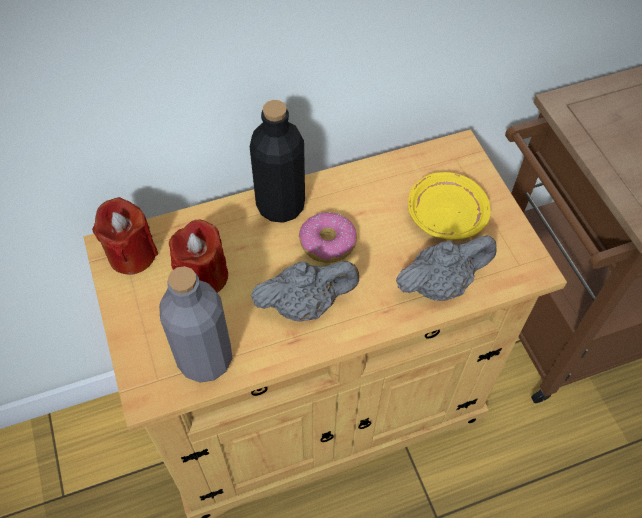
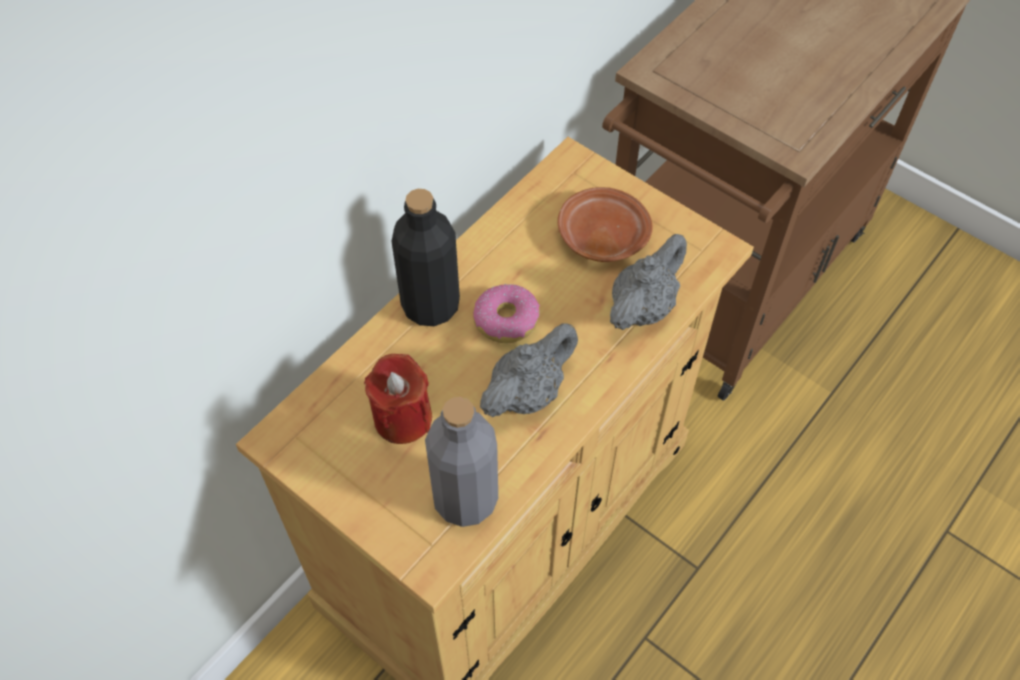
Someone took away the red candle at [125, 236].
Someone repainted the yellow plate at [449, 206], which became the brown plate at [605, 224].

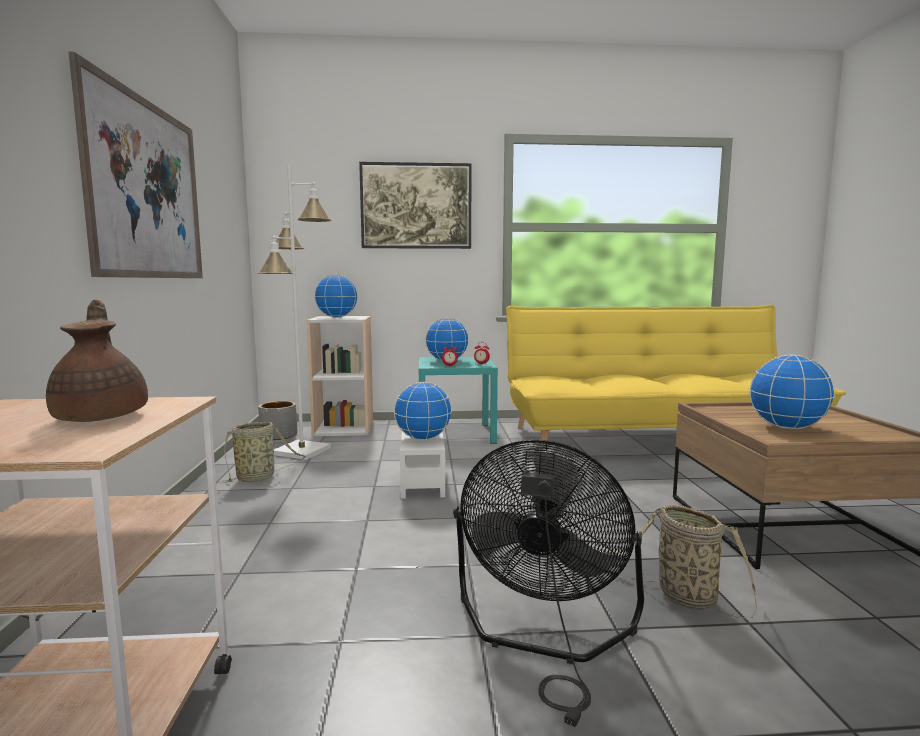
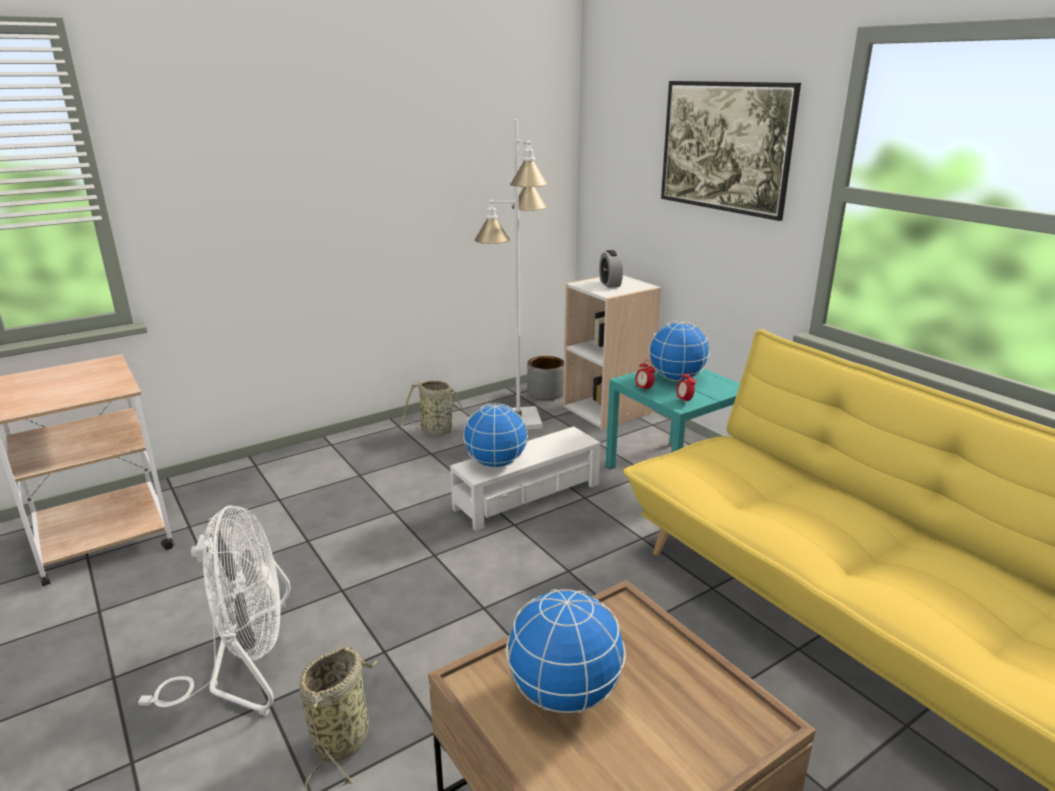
Someone took away the brown teapot at [97, 361].
Someone took away the picture at [136, 165].
Someone swapped the globe at [335, 296] for the alarm clock at [611, 269].
Someone repainted the black fan at [548, 583], which became the white fan at [213, 610].

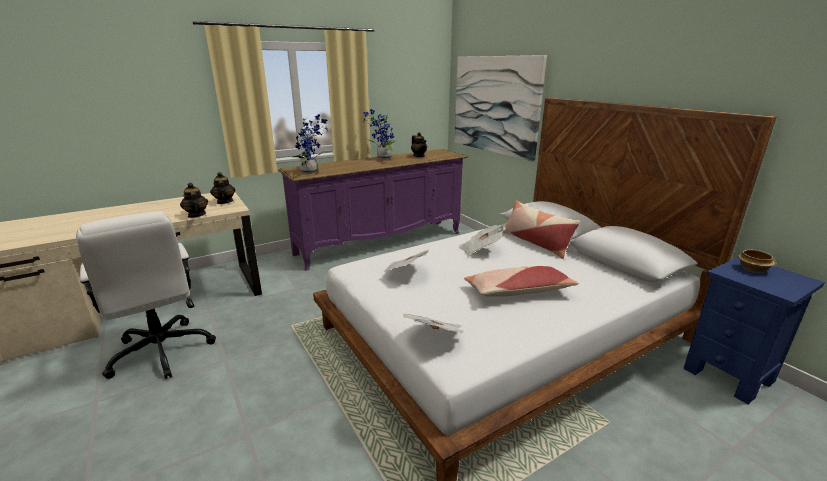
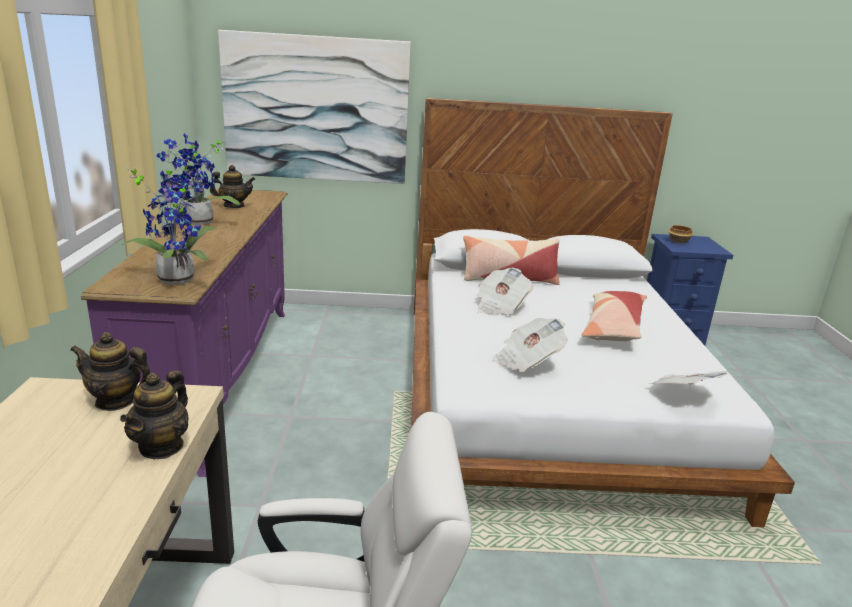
Someone rotated the teapot at [194, 200] by 75 degrees counterclockwise.

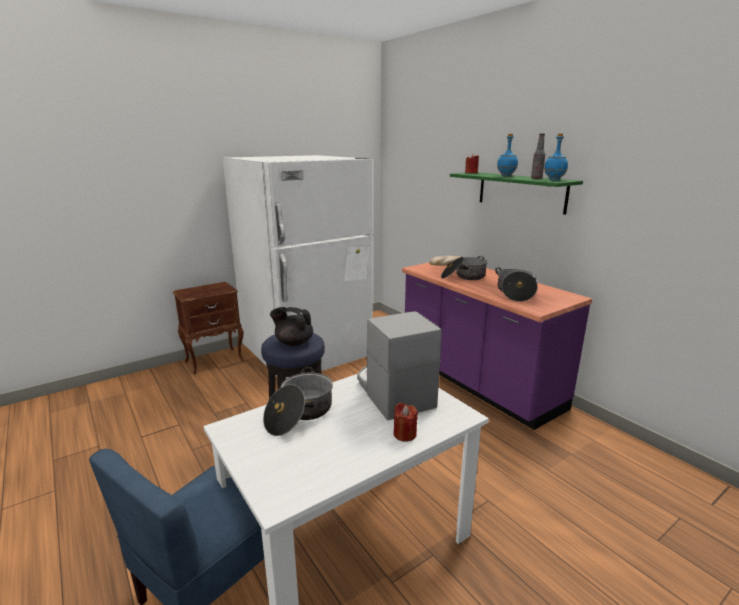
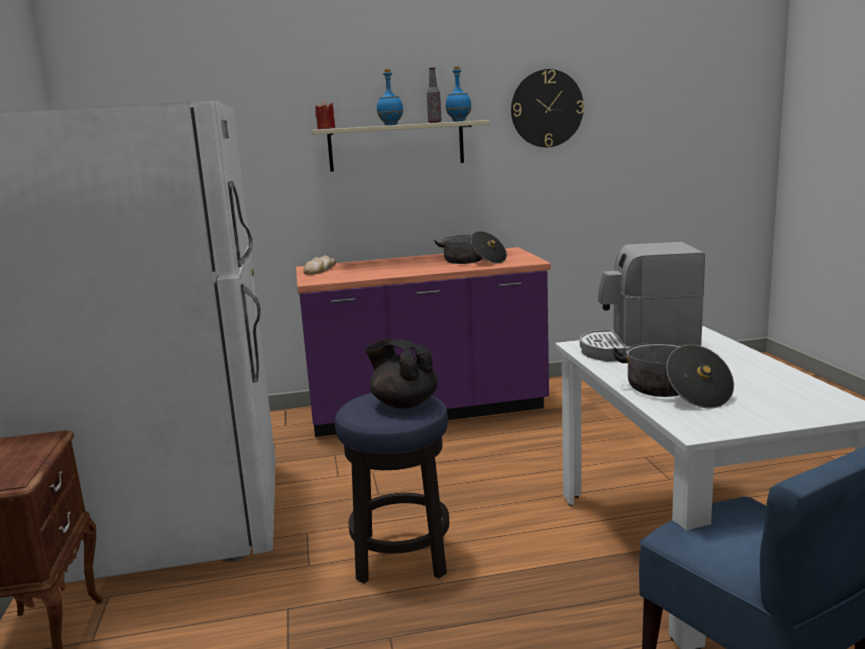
Someone rotated the black teapot at [291, 326] by 90 degrees clockwise.
Someone took away the red candle at [406, 422].
Someone took away the cooking pot at [464, 268].
Someone repainted the green shelf at [516, 193], which became the beige shelf at [400, 146].
Someone put up the wall clock at [547, 108].

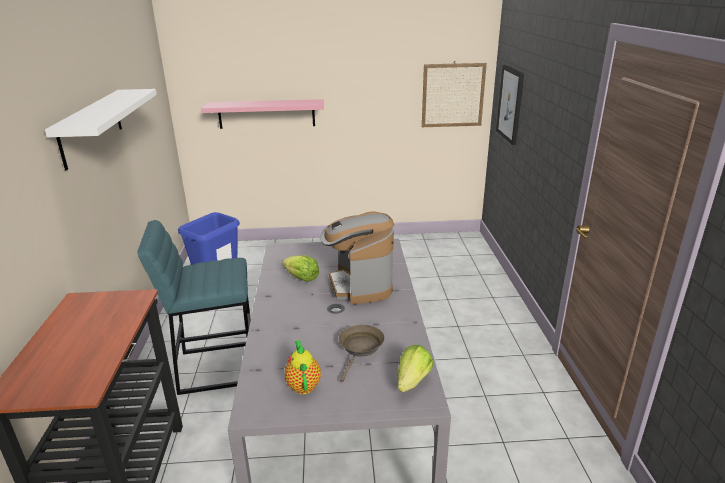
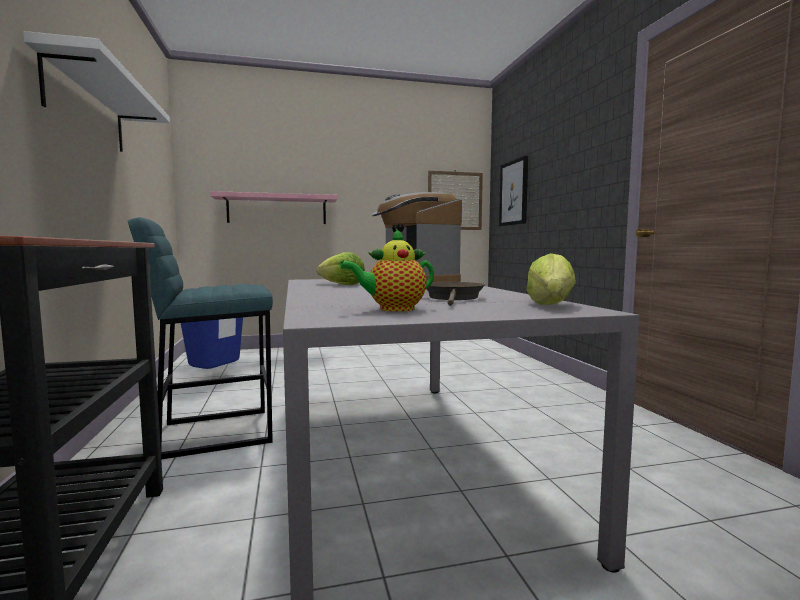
Someone rotated the teapot at [302, 367] by 90 degrees counterclockwise.

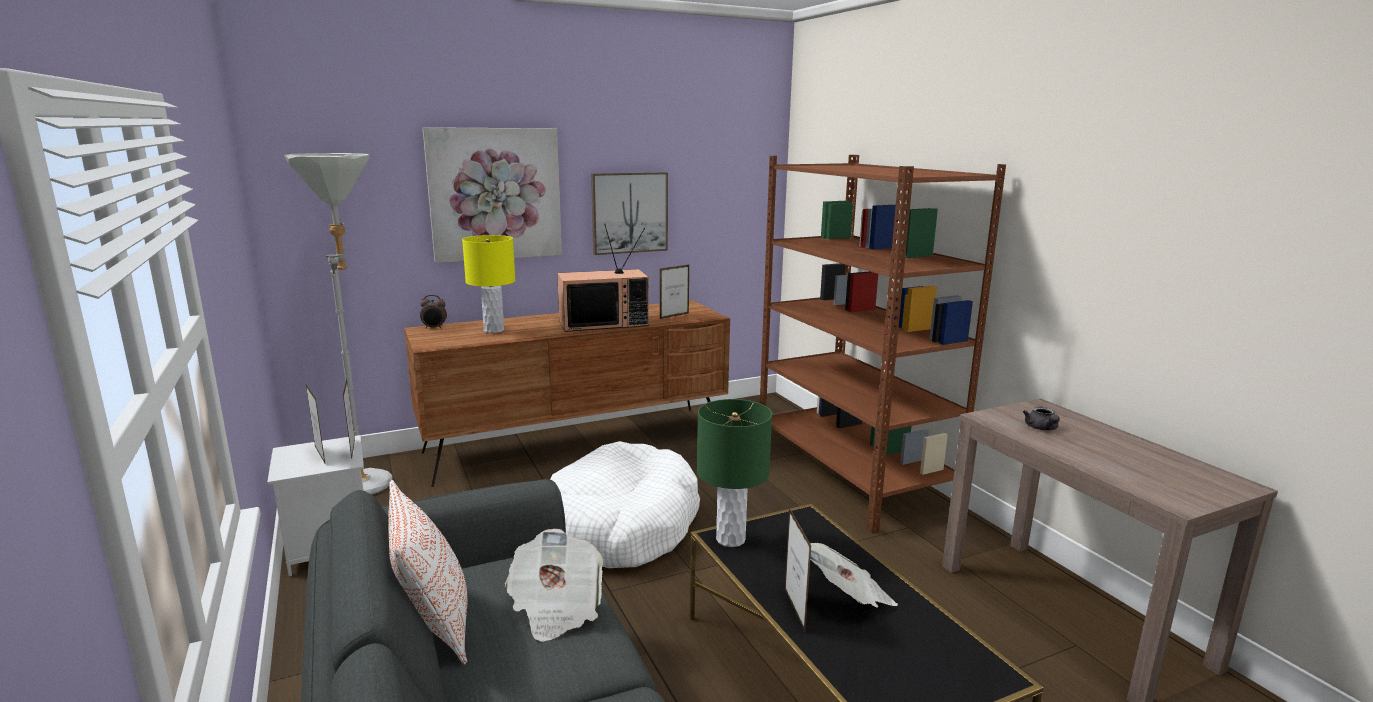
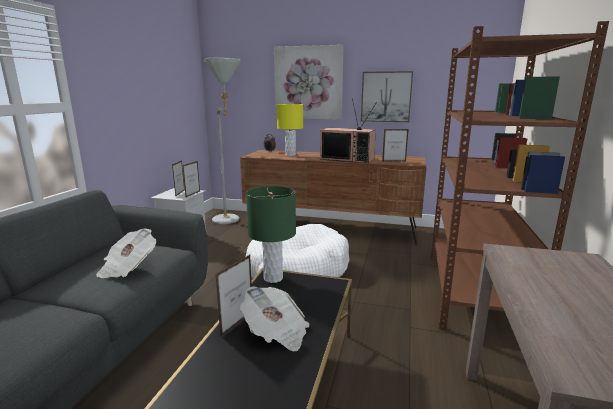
Someone took away the white pillow at [427, 572].
Someone took away the grey teapot at [1041, 419].

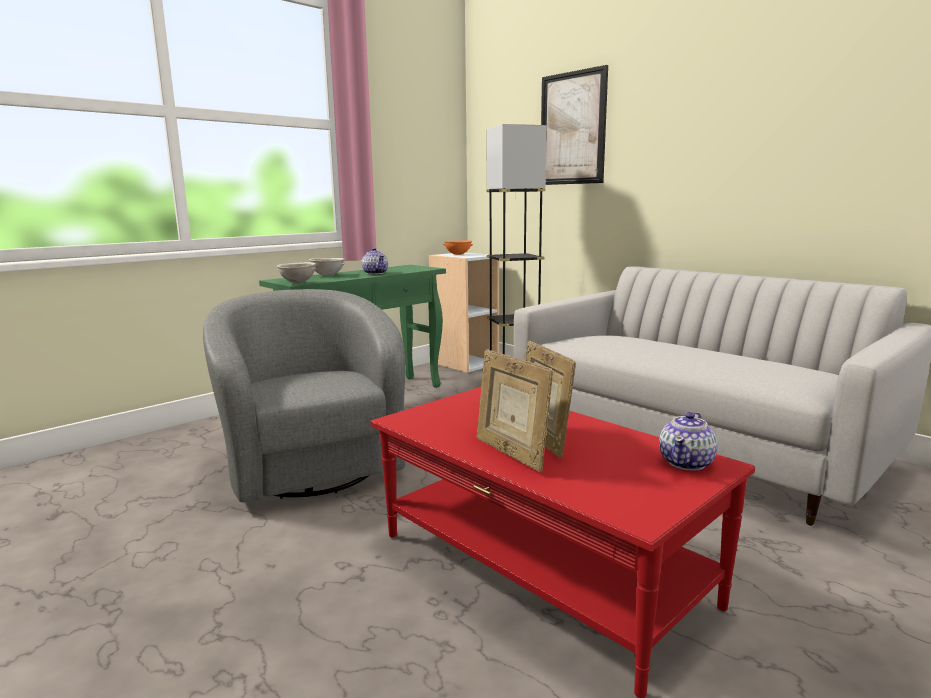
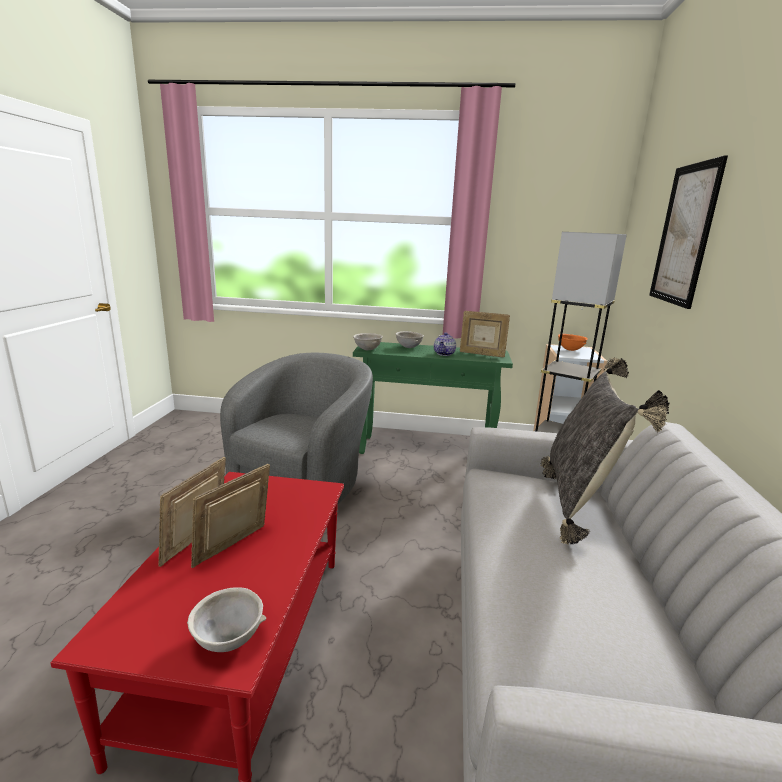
Someone swapped the teapot at [688, 441] for the grey bowl at [226, 619].
Someone put down the picture frame at [485, 334].
Someone put down the pillow at [605, 451].

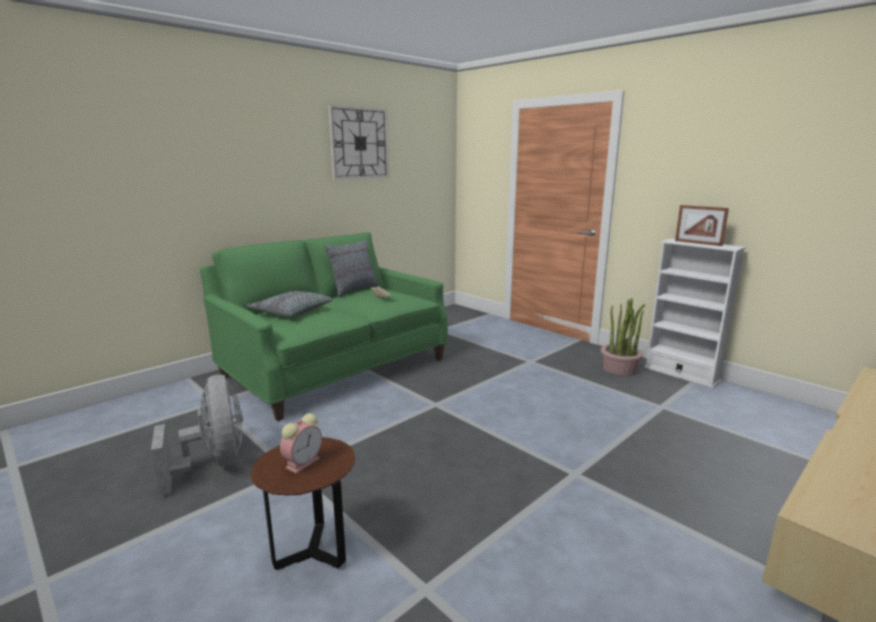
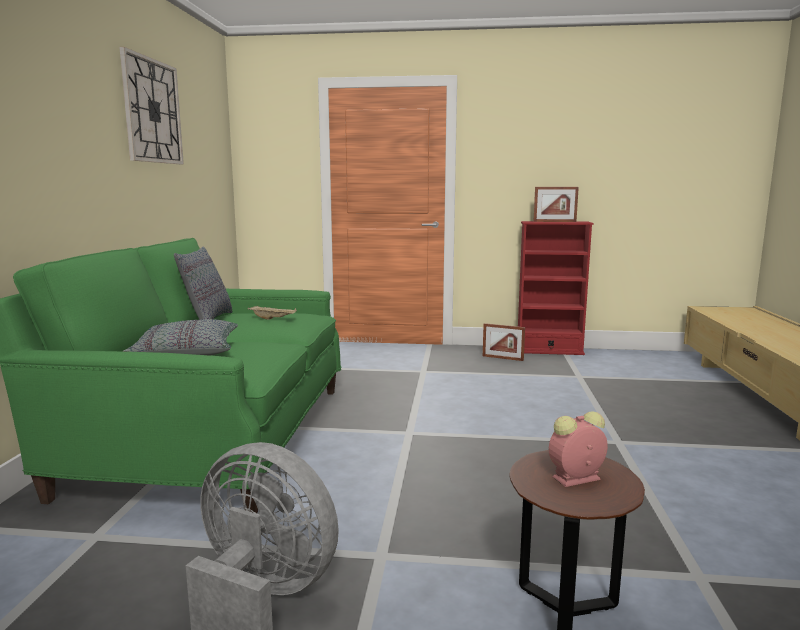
Someone rotated the alarm clock at [301, 443] by 105 degrees counterclockwise.
Someone swapped the potted plant at [623, 337] for the picture frame at [504, 342].
Someone repainted the white bookcase at [695, 313], which became the red bookcase at [556, 288].

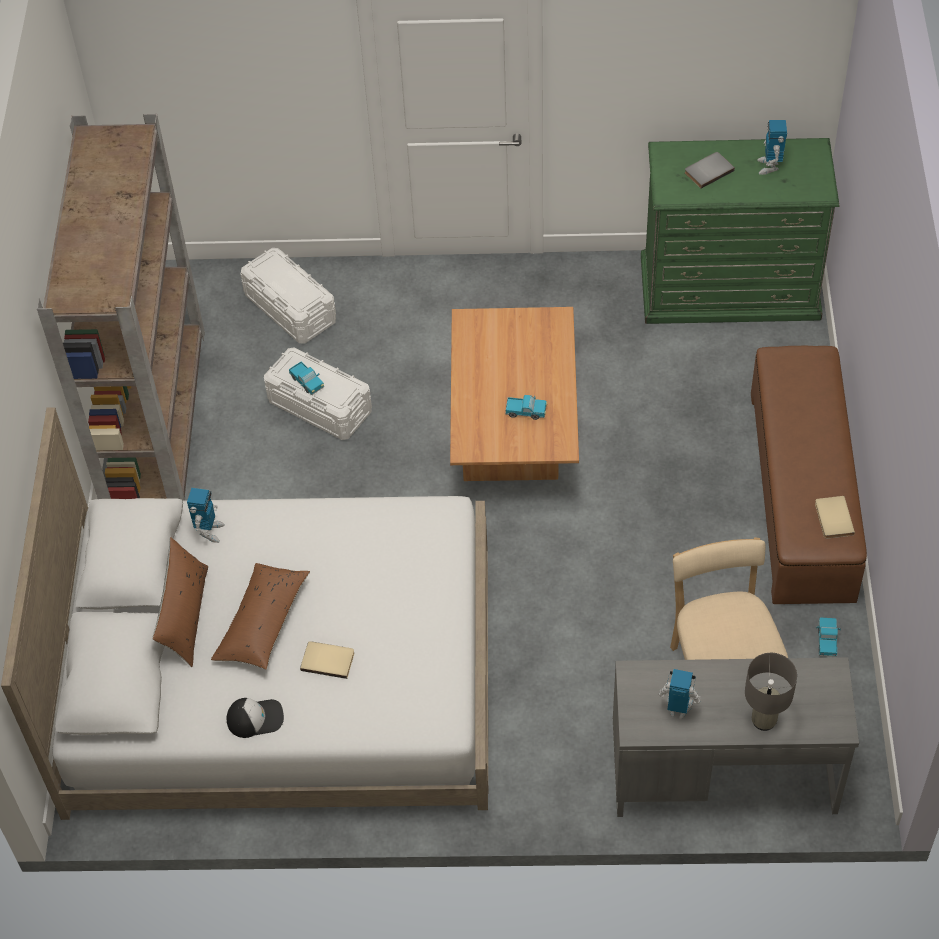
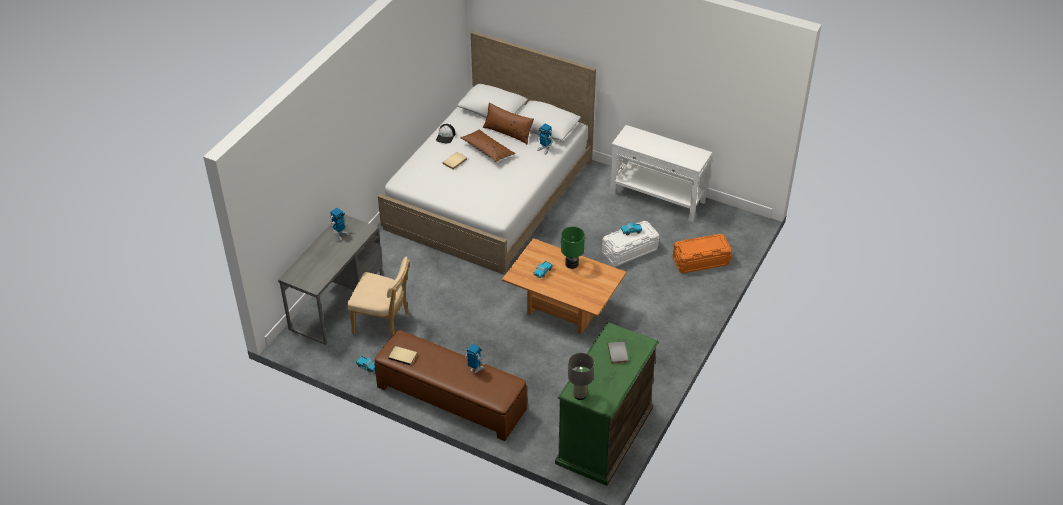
Someone swapped the brown bookcase at [121, 307] for the white console table at [661, 173].
Someone repainted the white storage box at [288, 295], which became the orange storage box at [702, 253].
Someone carried the grey table lamp from [771, 692] to [581, 376].
Someone carried the toy robot from [772, 147] to [475, 358].
Someone put down the green table lamp at [573, 248].

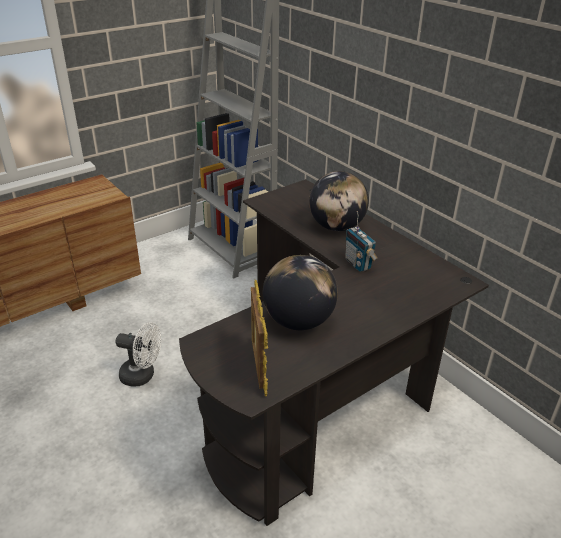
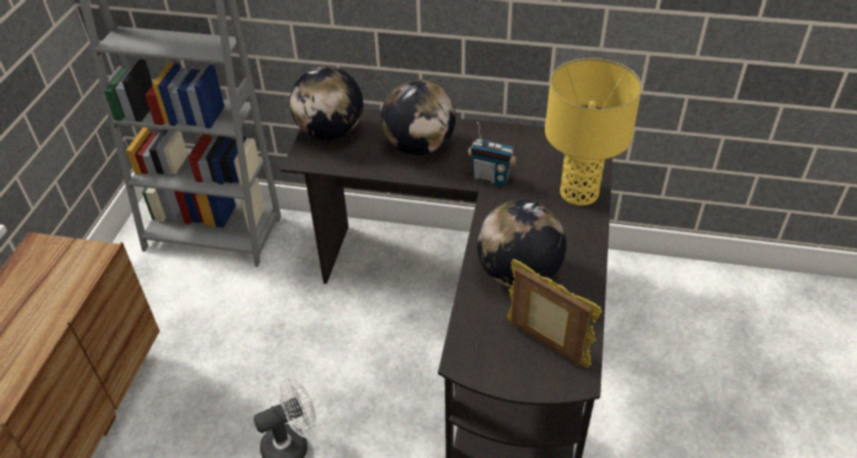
Someone put down the globe at [326, 103].
Someone put down the yellow table lamp at [593, 132].

